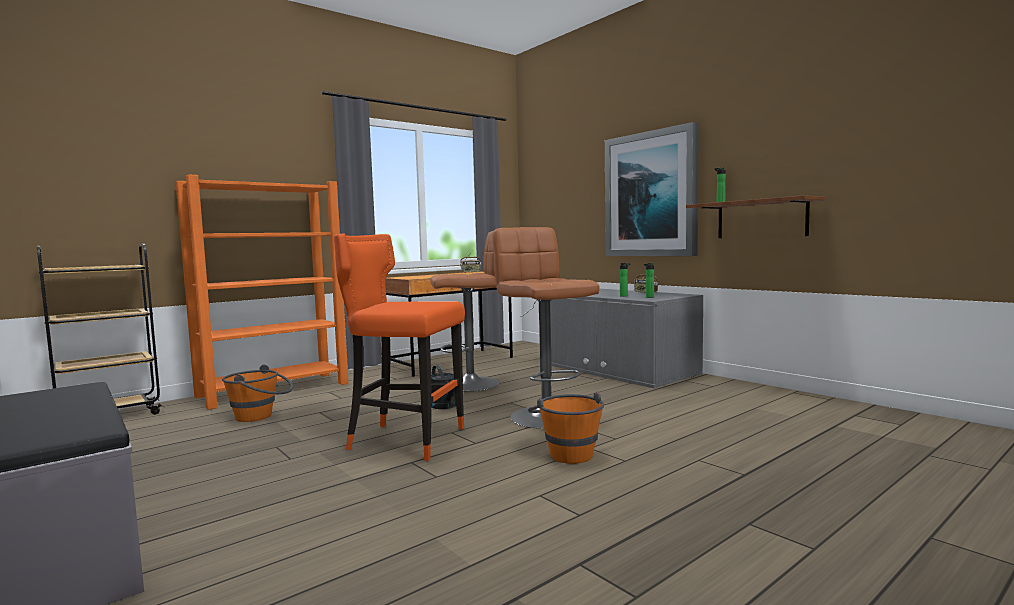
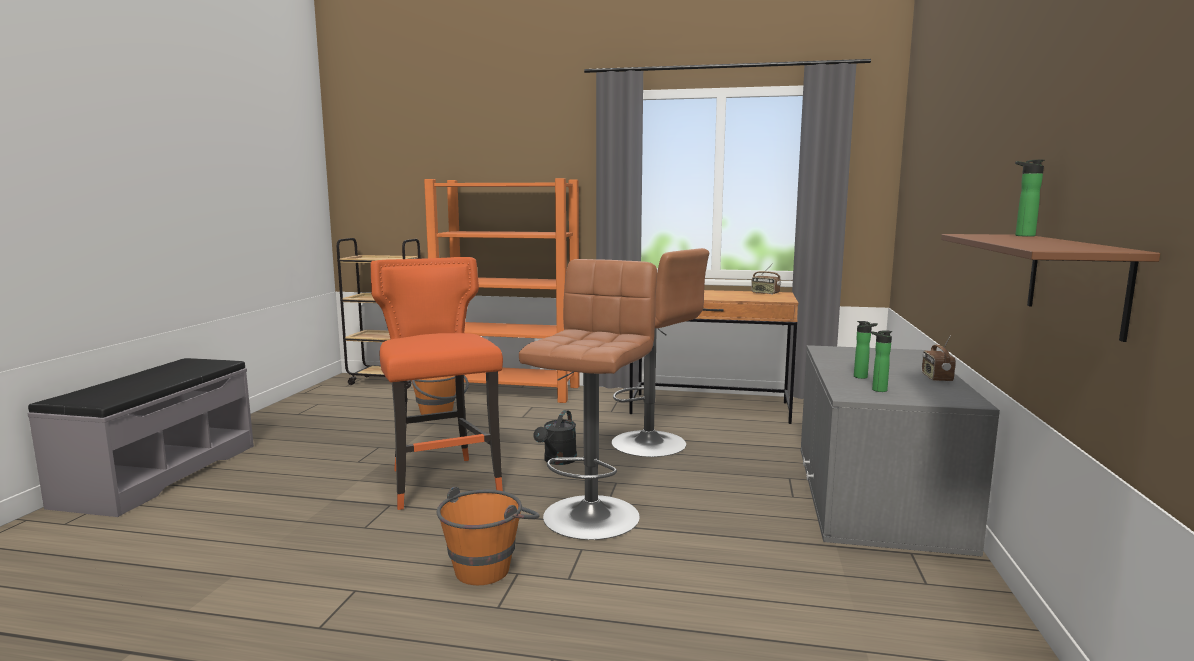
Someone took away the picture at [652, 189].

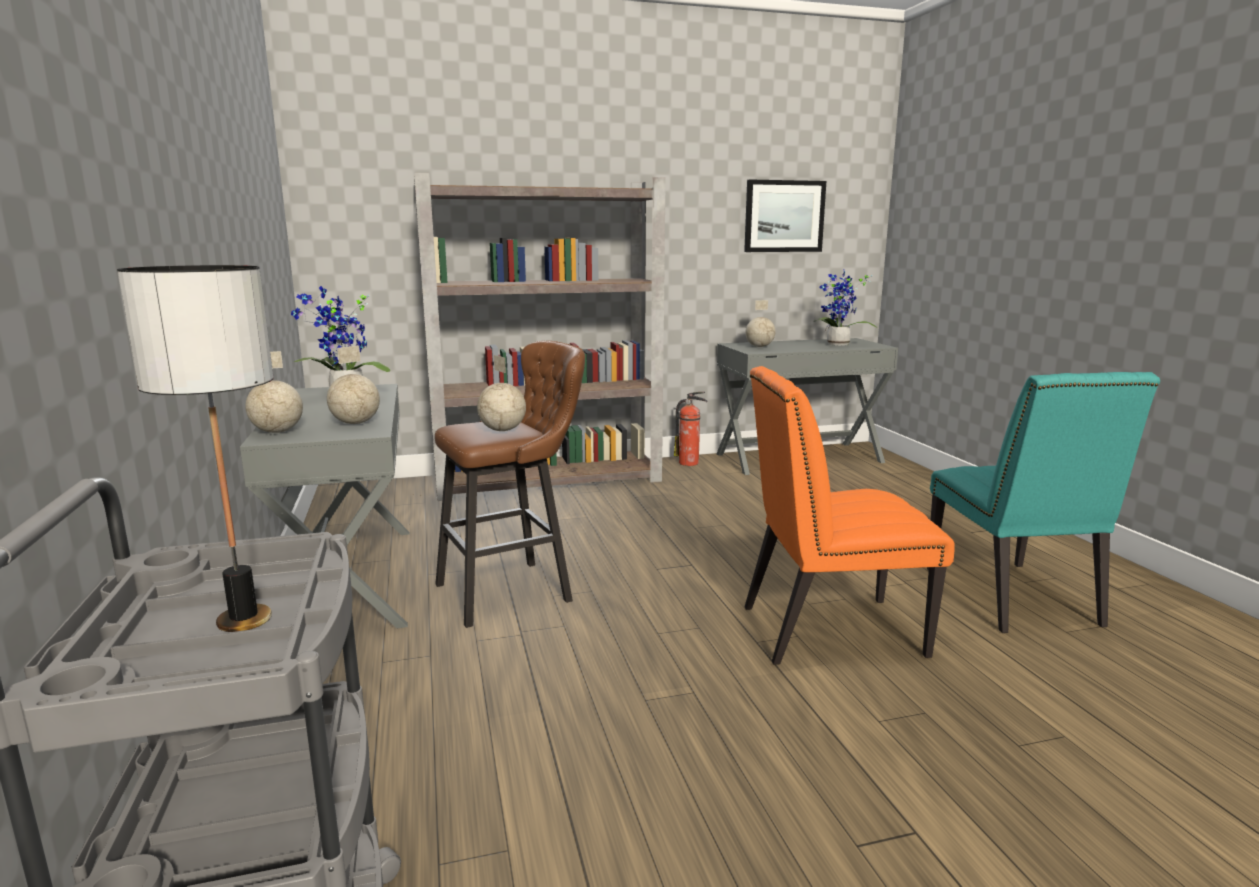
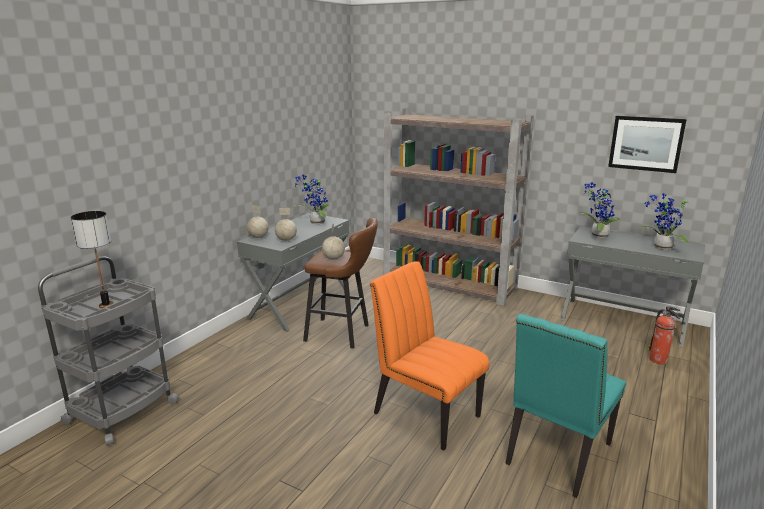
Someone carried the fire extinguisher from [690, 429] to [664, 335].
Someone swapped the globe at [760, 323] for the potted plant at [599, 210].

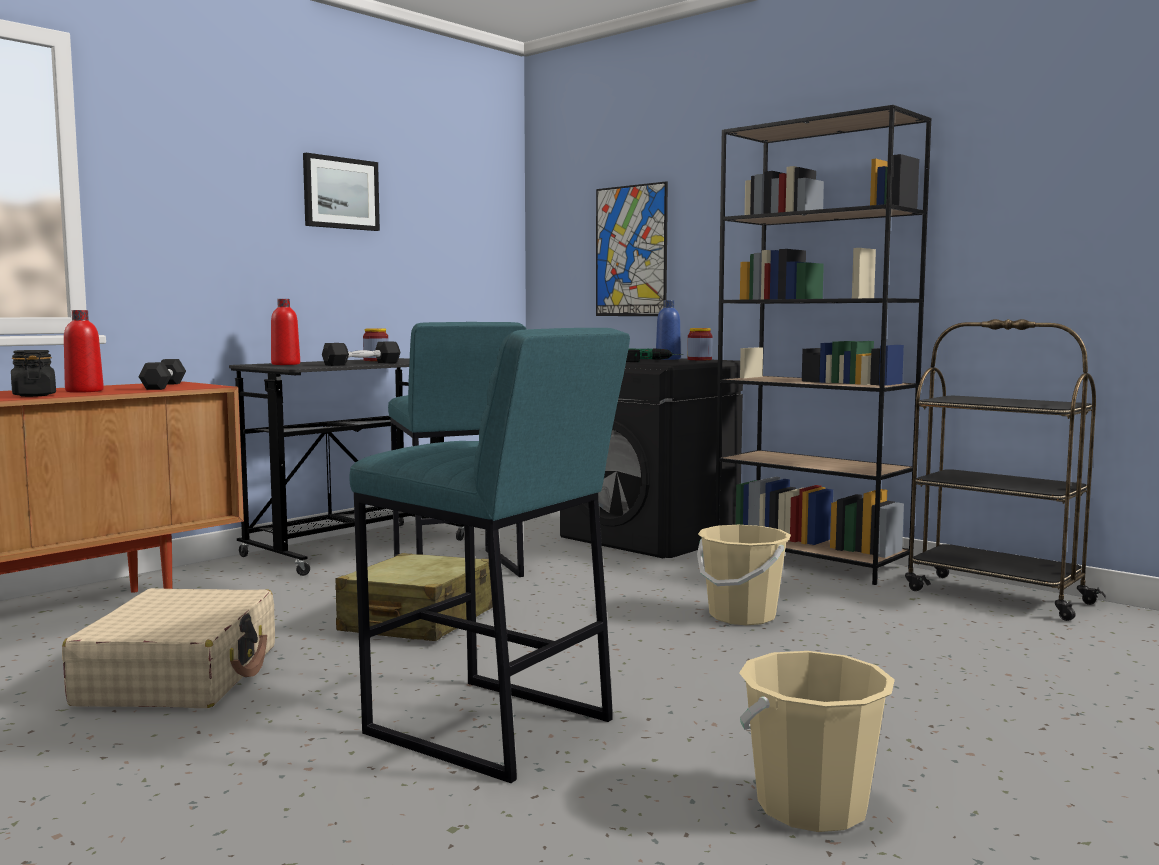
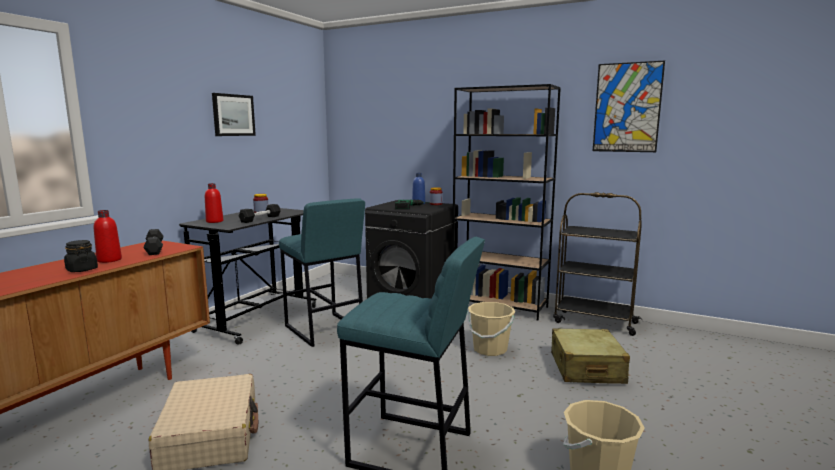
Someone carried the beige suitcase from [414, 597] to [590, 356].
Someone carried the picture from [632, 249] to [629, 106].

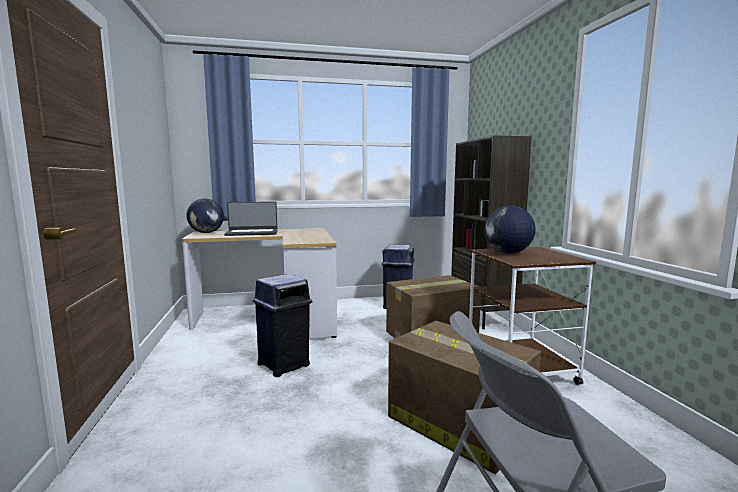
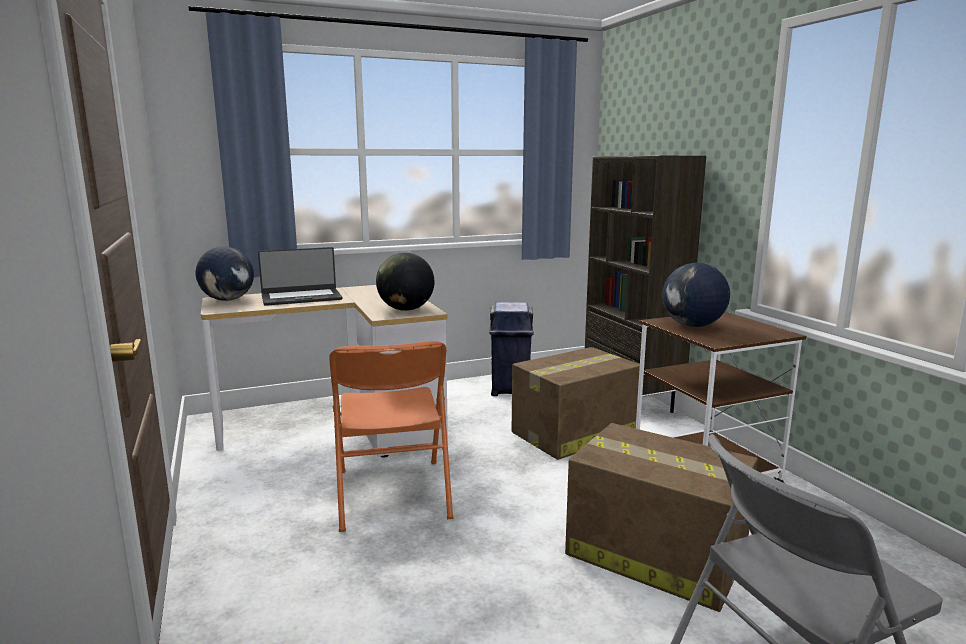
Someone swapped the blue trash can at [282, 325] for the orange chair at [391, 436].
Someone put down the globe at [405, 282].

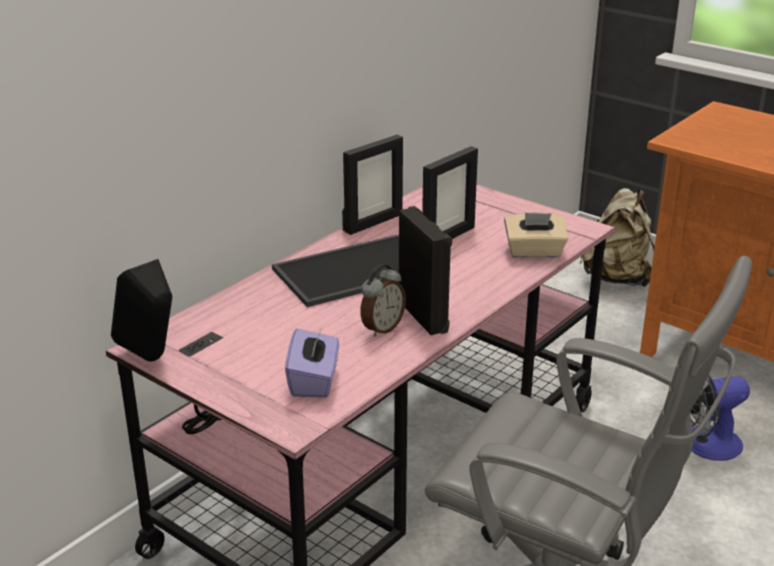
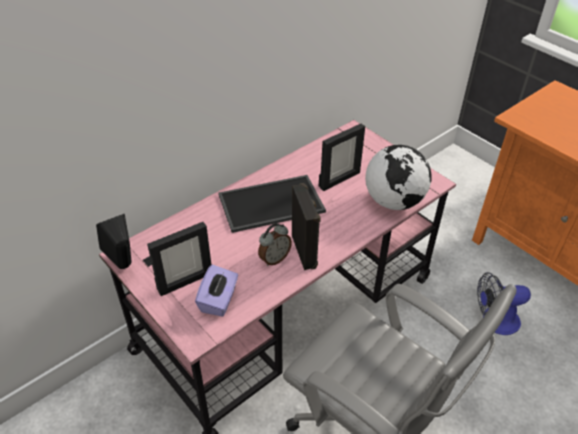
Someone carried the picture frame from [372, 185] to [179, 259].
Someone swapped the beige tissue box at [536, 235] for the globe at [398, 177].
Someone took away the beige backpack at [617, 237].

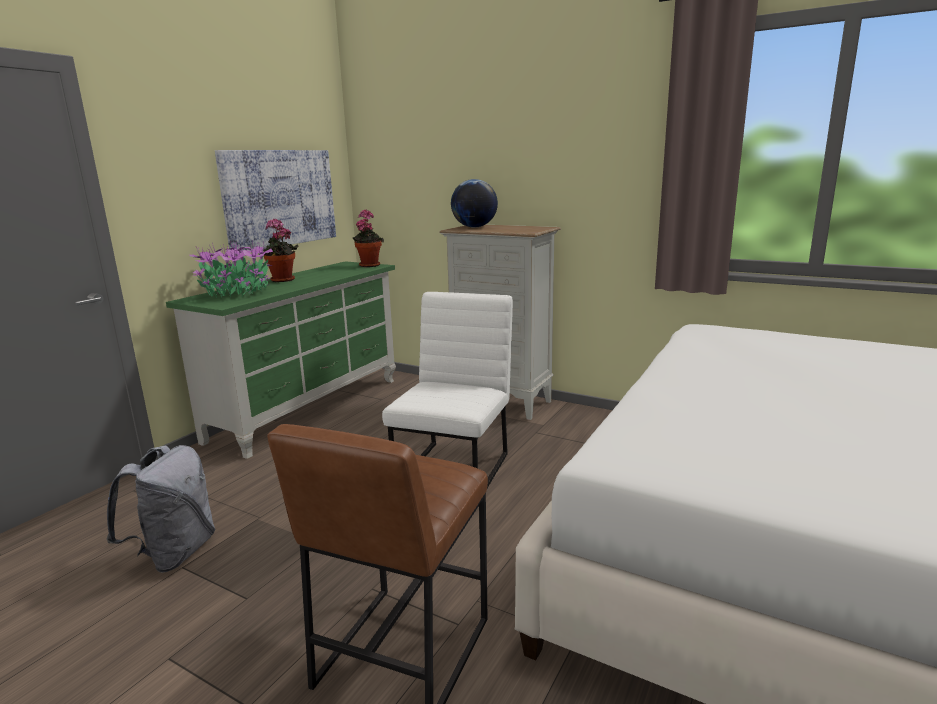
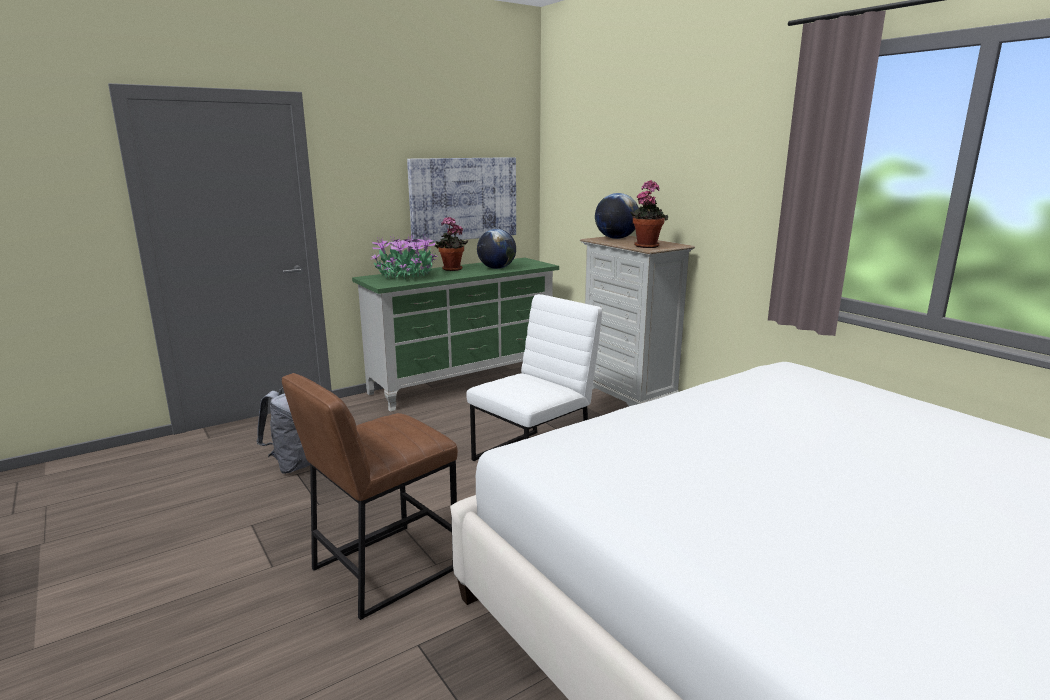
Someone carried the potted plant from [368, 238] to [649, 214].
Someone put down the globe at [496, 249].

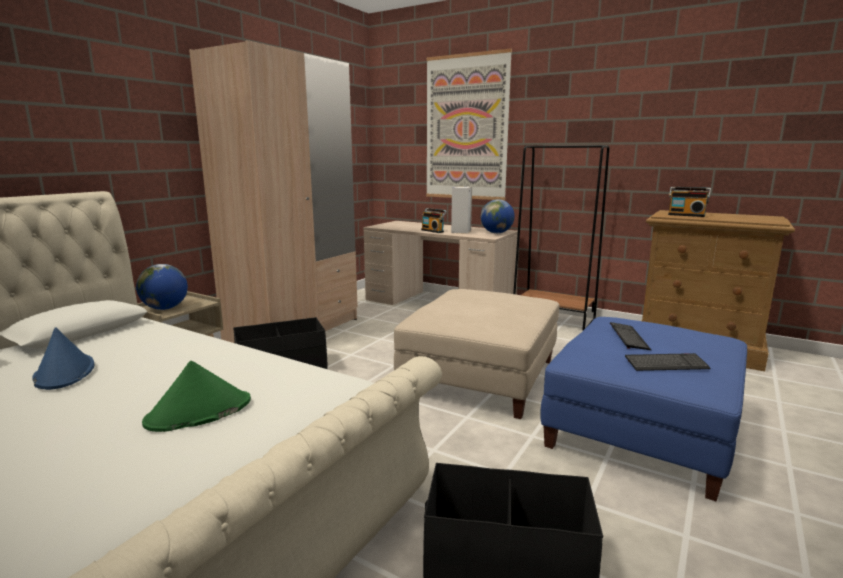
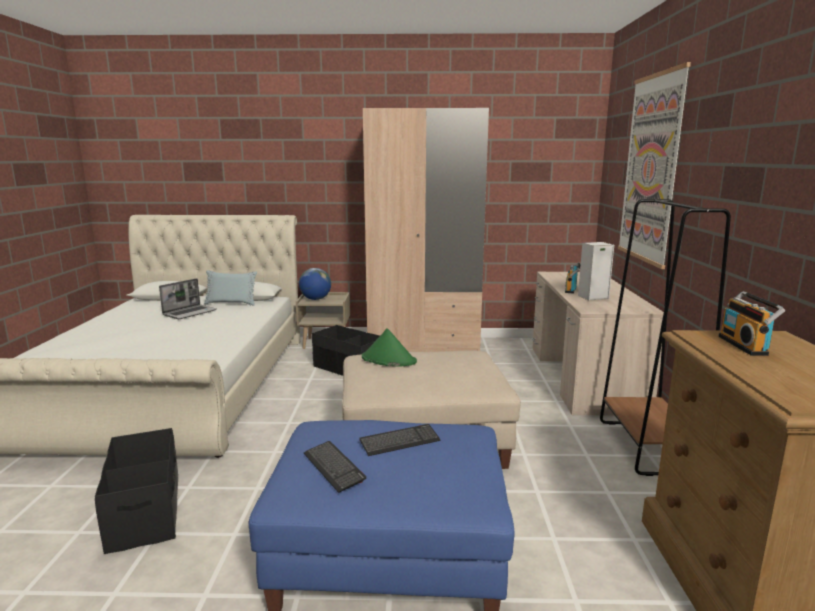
Someone swapped the blue hat at [63, 358] for the laptop at [188, 298].
Someone carried the green hat from [196, 396] to [389, 347].
Someone took away the globe at [498, 216].
Someone put down the blue pillow at [230, 288].

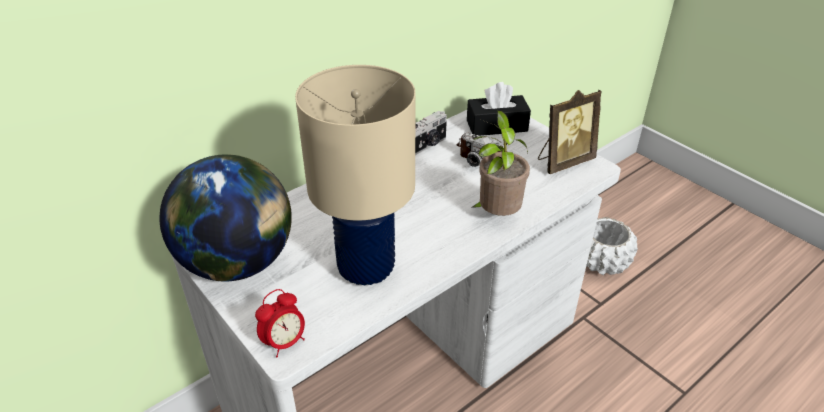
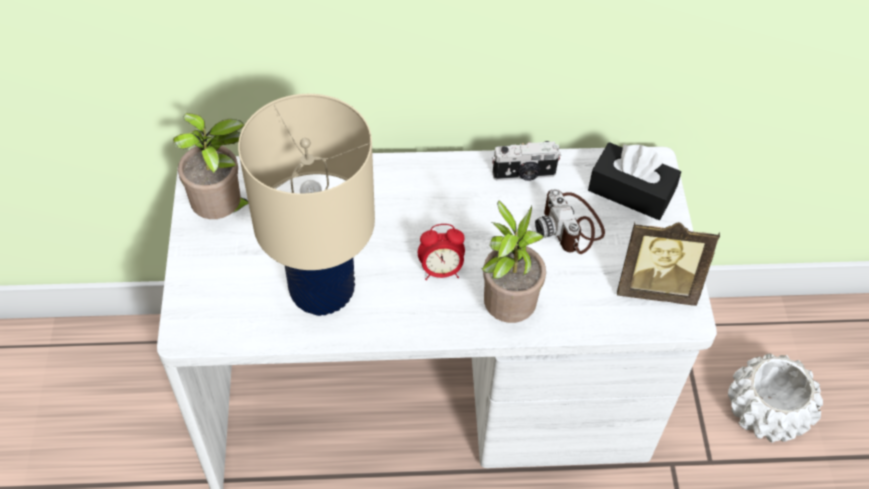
Someone swapped the globe at [225, 217] for the potted plant at [211, 166].
Someone carried the alarm clock from [280, 323] to [441, 252].

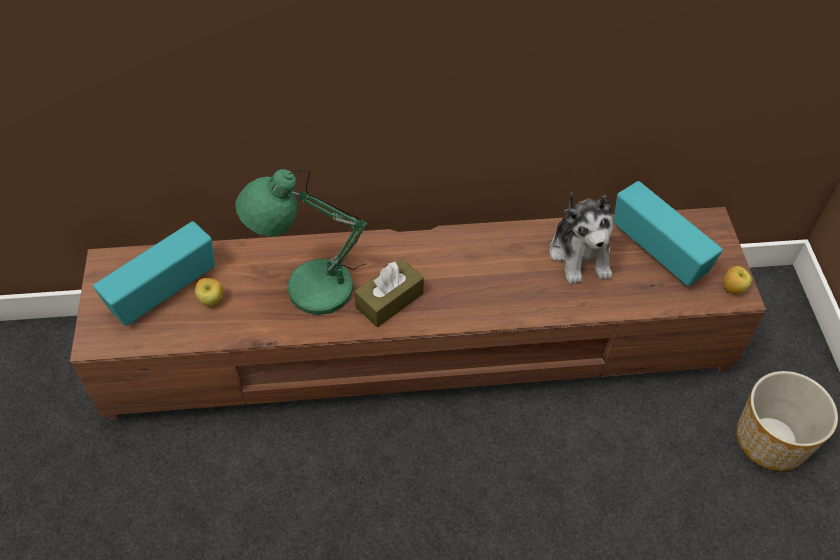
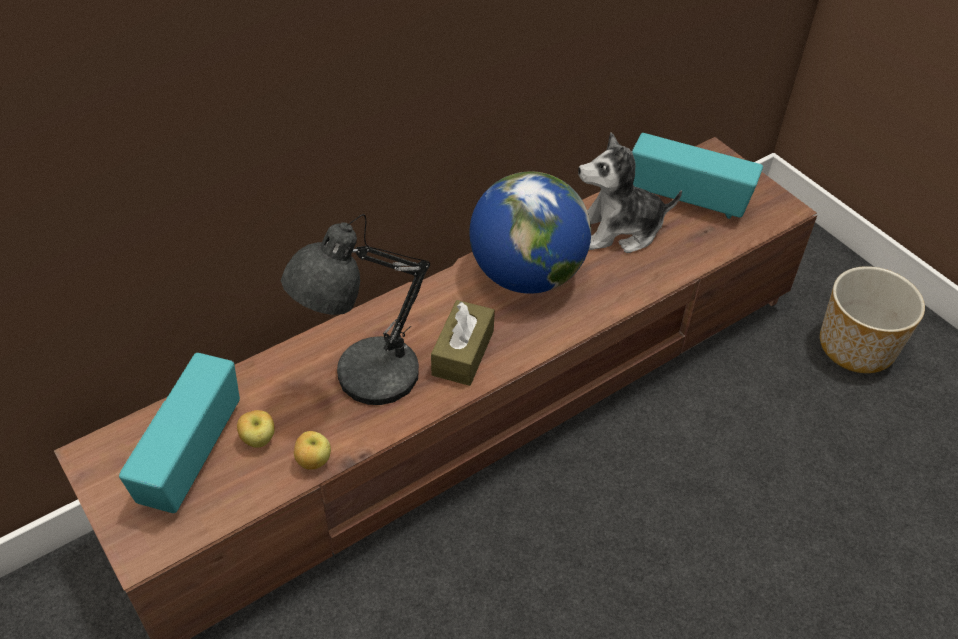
Someone repainted the green table lamp at [301, 242], which became the grey table lamp at [355, 309].
Someone rotated the plush toy at [581, 238] by 120 degrees clockwise.
Someone carried the apple from [737, 280] to [312, 450].
Someone put down the globe at [530, 232].

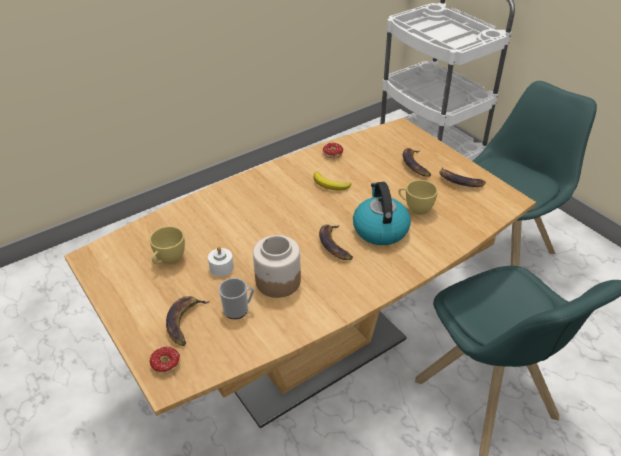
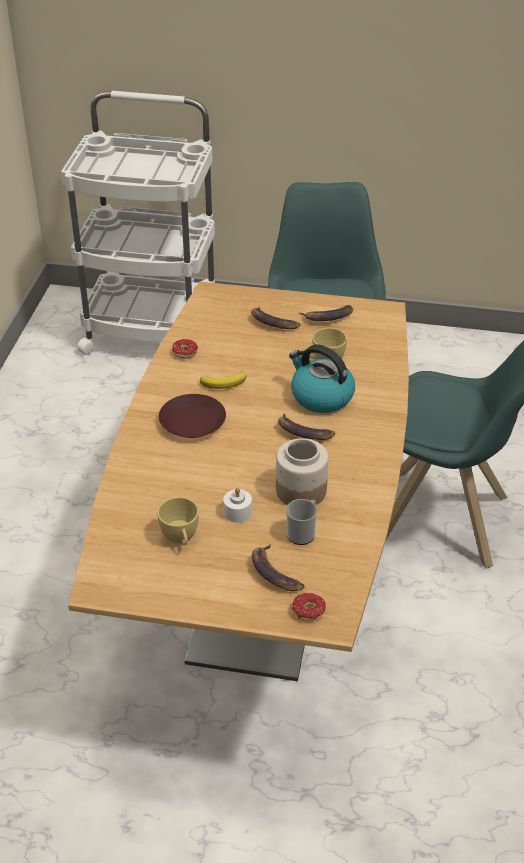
Someone put down the brown plate at [192, 416].

